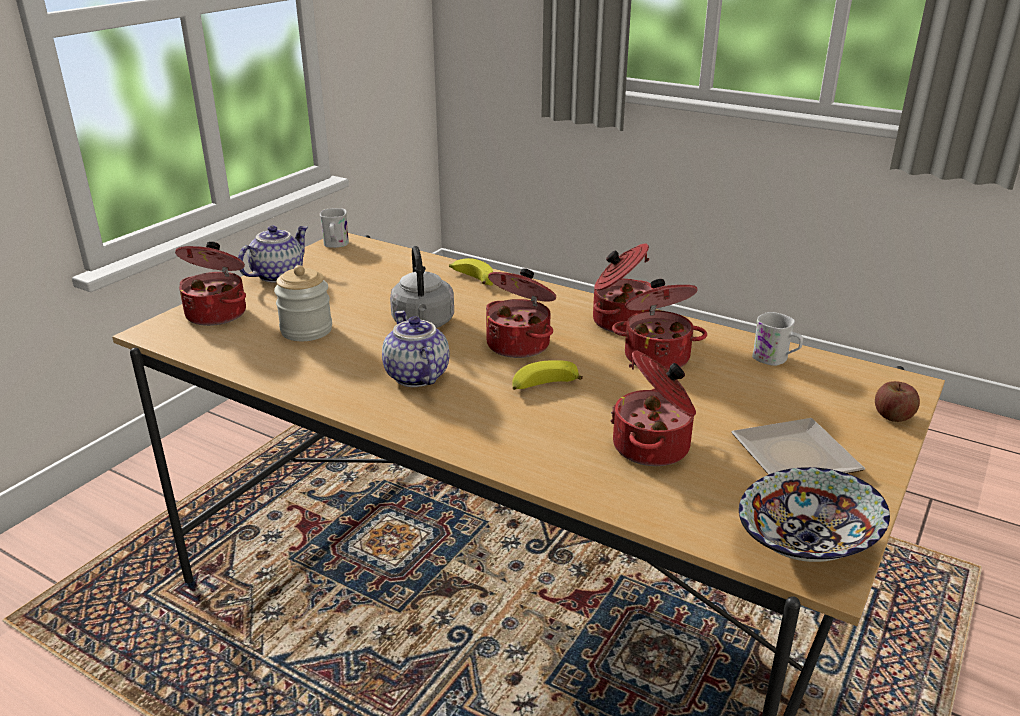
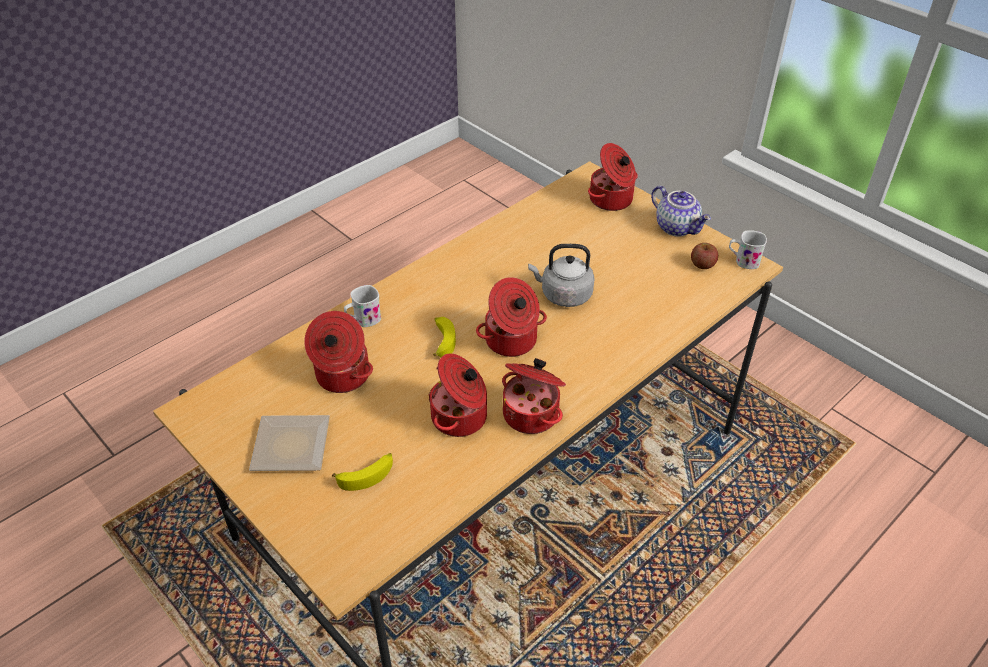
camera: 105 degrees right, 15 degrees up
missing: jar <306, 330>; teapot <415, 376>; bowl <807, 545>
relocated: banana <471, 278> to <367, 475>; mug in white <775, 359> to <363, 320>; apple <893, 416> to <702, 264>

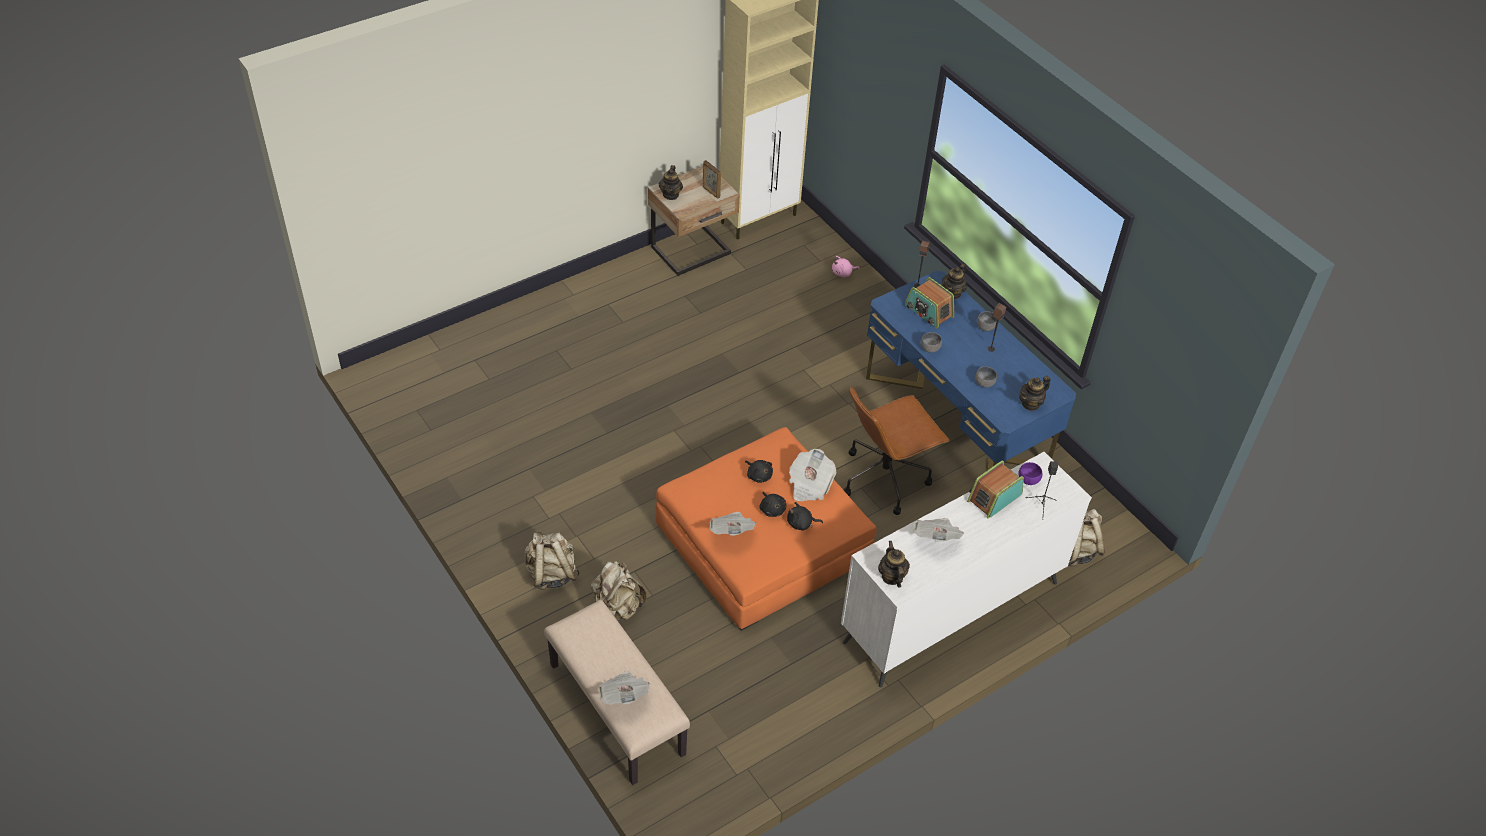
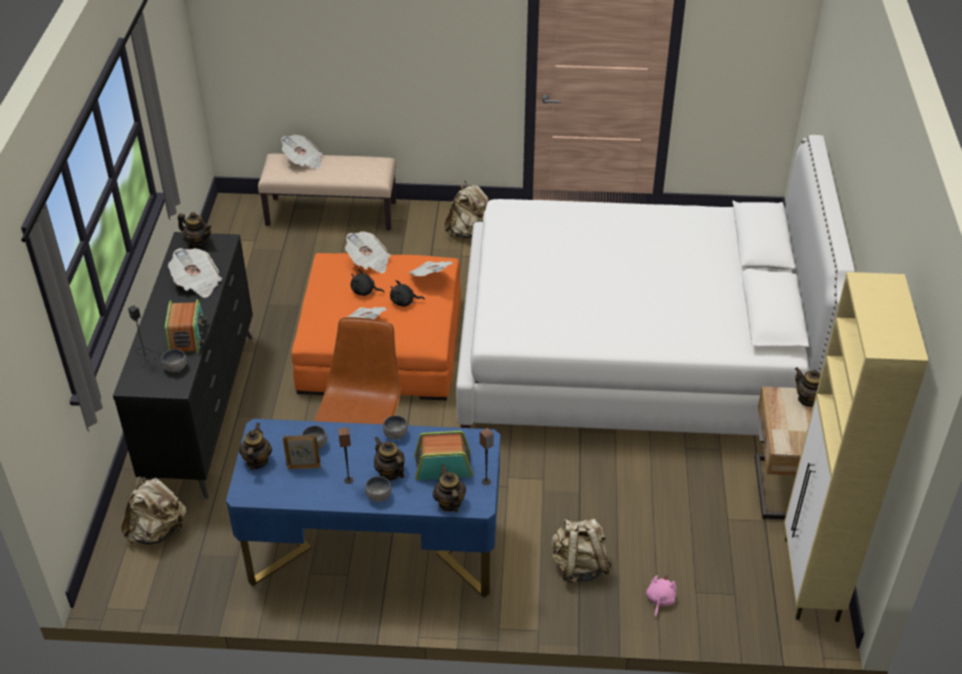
camera: 130 degrees right, 5 degrees down
missing: plush toy in black <801, 523>
appeared: bed in white <632, 355>; newspaper <430, 277>; teapot <390, 472>
relocated: picture frame <711, 192> to <303, 466>; backpack in beige <617, 608> to <579, 565>
colour: dresser in white <950, 612> to dresser in black <203, 411>; bowl in purple <1027, 480> to bowl in grey <176, 367>

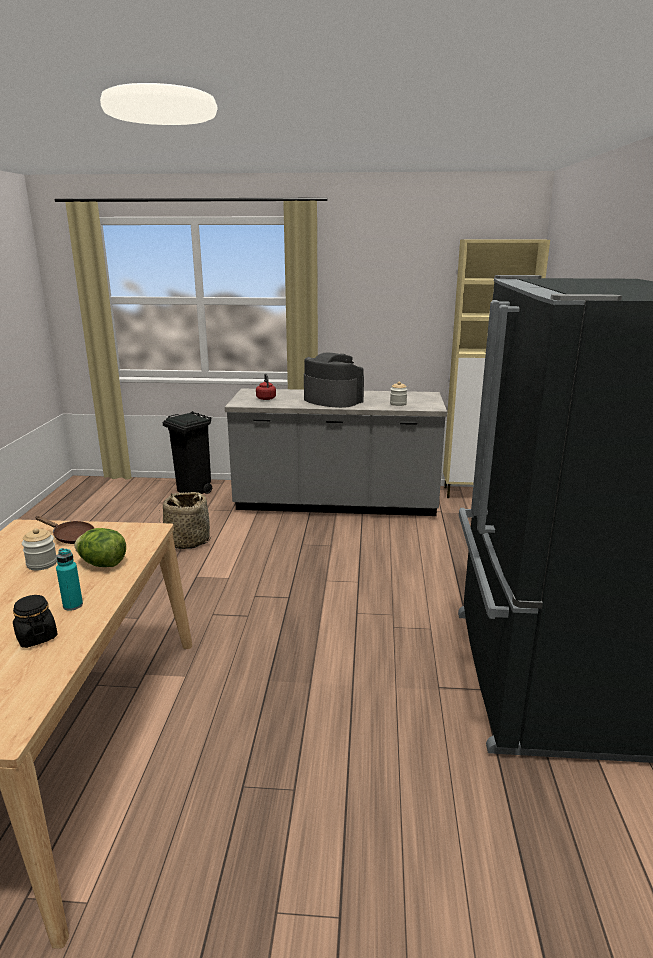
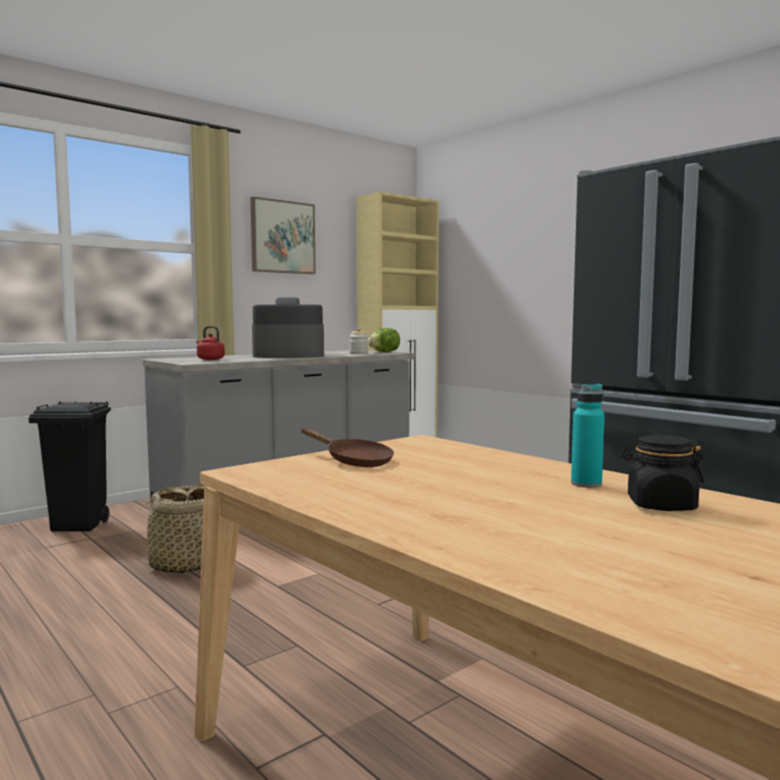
camera: 45 degrees left, 15 degrees down
missing: jar <42, 563>
appeared: picture <282, 237>
relocated: lettuce <103, 564> to <384, 352>
spun: frying pan in brown <71, 537> = <354, 461> 60 degrees clockwise

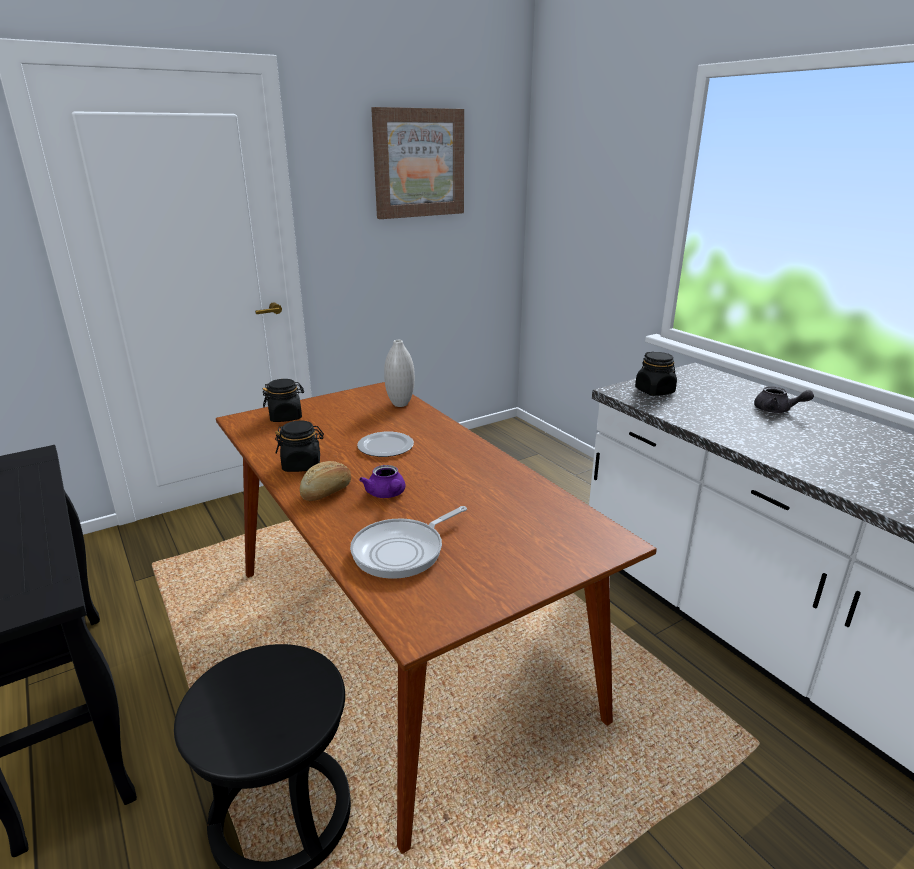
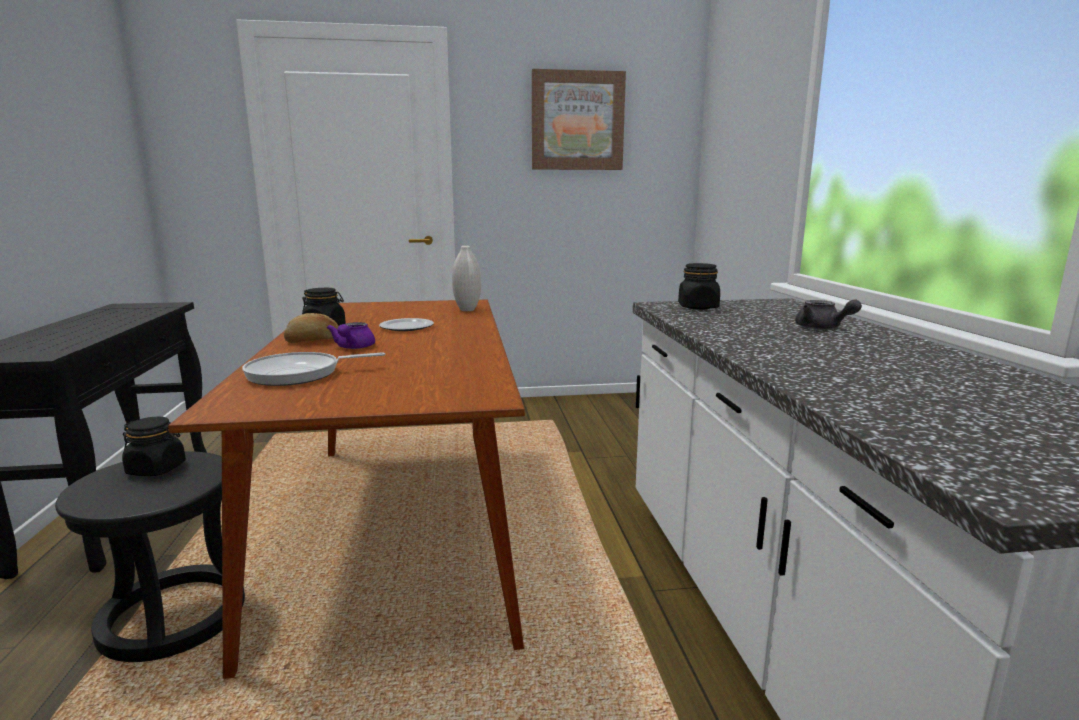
camera: 25 degrees right, 10 degrees down
relocated: jar in black <286, 417> to <157, 469>

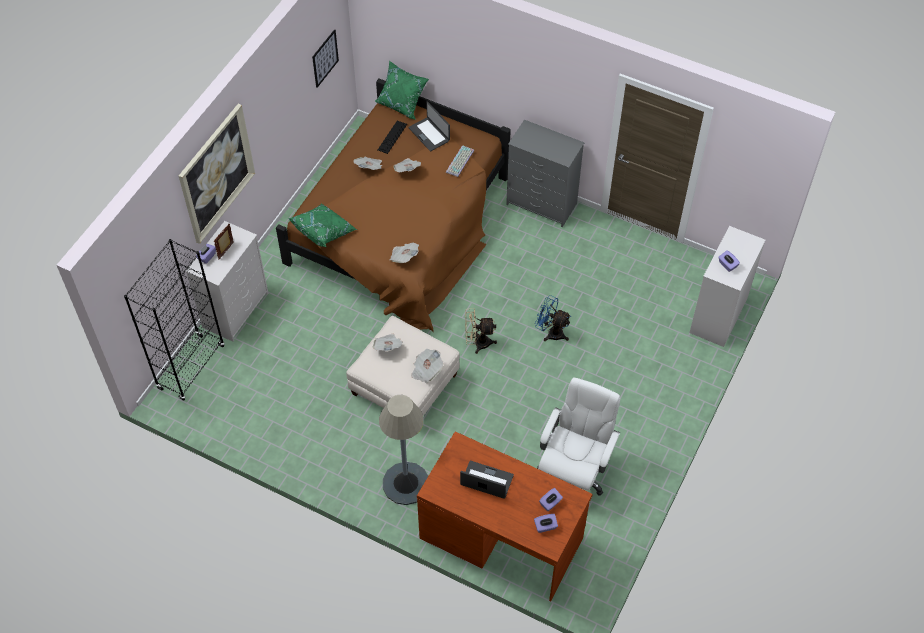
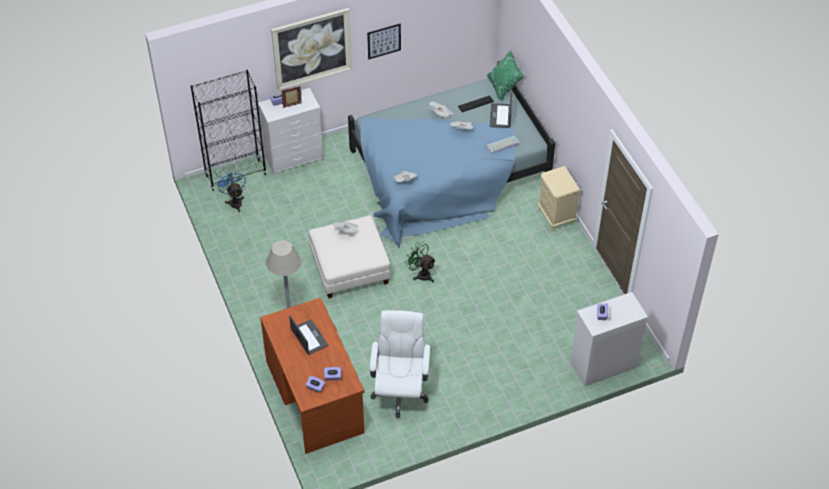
camera: 40 degrees right, 5 degrees down
missing: pillow in green <324, 231>; newspaper <426, 370>
relocated: picture <325, 58> to <384, 41>; fan in blue <551, 332> to <235, 201>
exchanged: dresser in grey <542, 204> to nightstand in beige <556, 216>
colour: bed in brown <401, 226> to bed in blue <446, 172>; fan in beige <478, 343> to fan in green <421, 274>
spun: office chair in white <573, 471> = <400, 391> 60 degrees counterclockwise

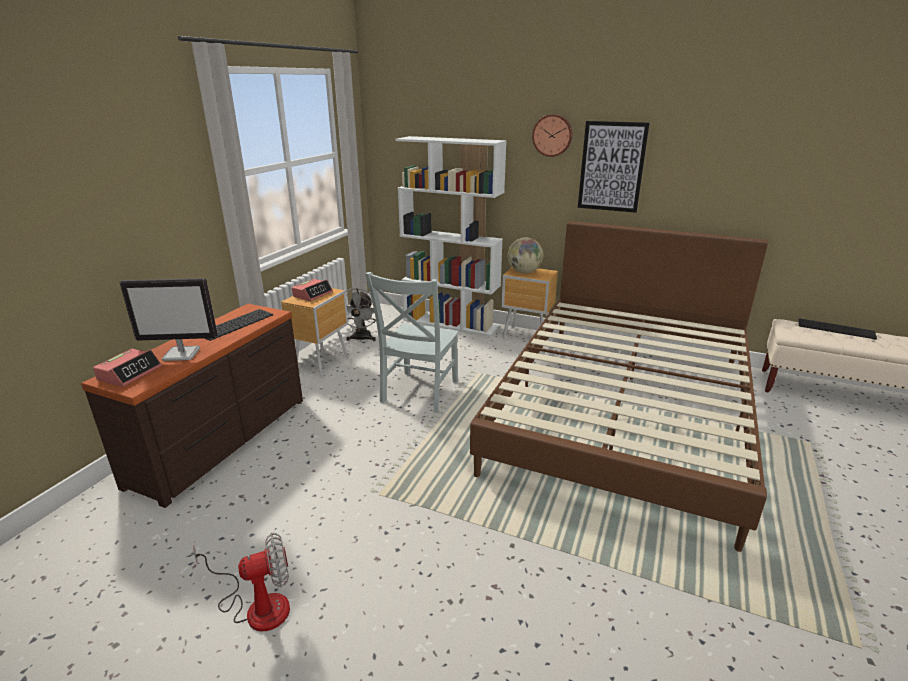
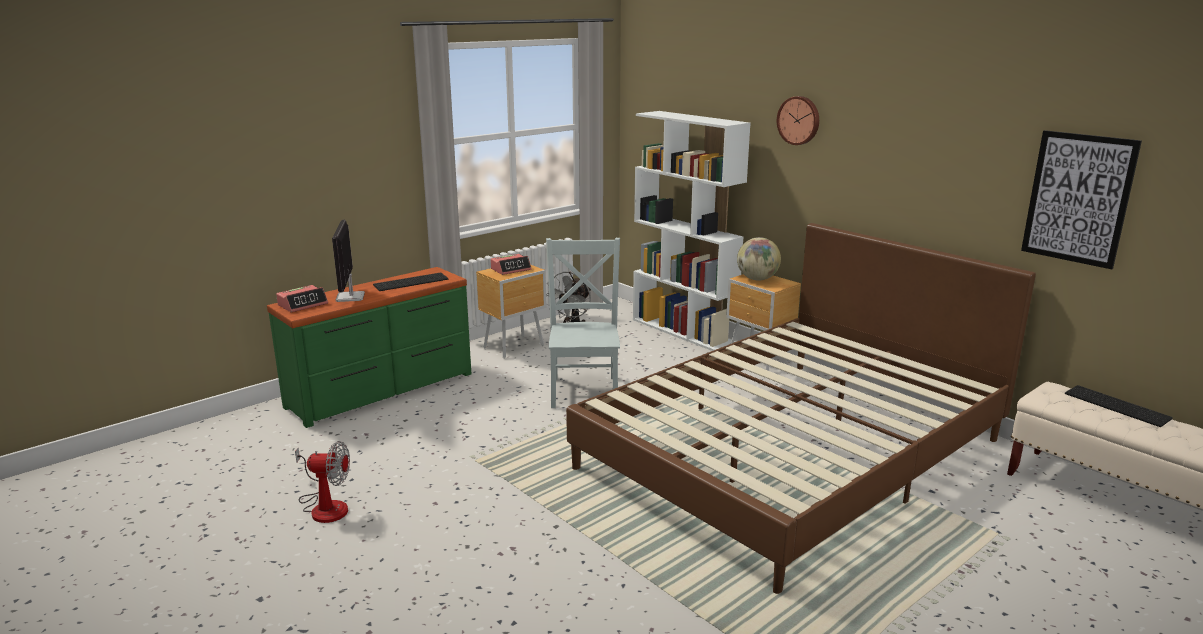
camera: 25 degrees right, 5 degrees down
relocated: picture <611, 167> to <1078, 198>
colour: dresser in brown <223, 440> to dresser in green <382, 391>
spun: chair in grey <418, 393> = <585, 390> 135 degrees clockwise; monitor <182, 354> = <350, 297> 60 degrees clockwise

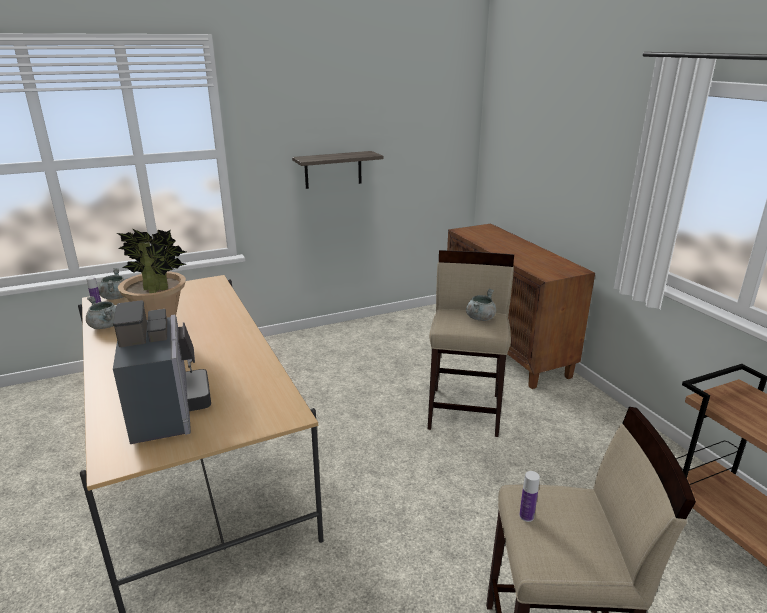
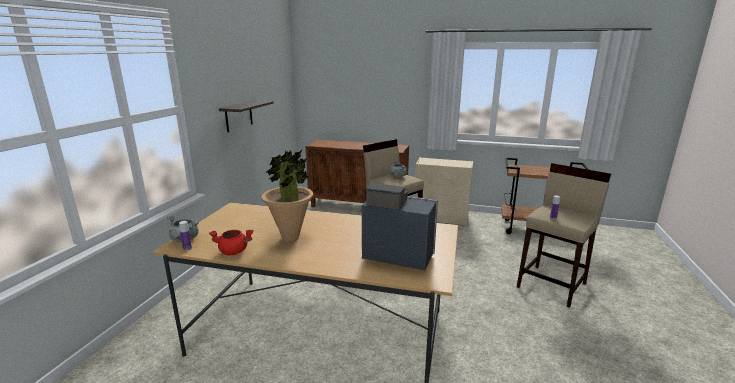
camera: 50 degrees left, 5 degrees down
appeared: dresser in beige <441, 218>
colour: cooking pot in grey <106, 326> to cooking pot in red <234, 251>

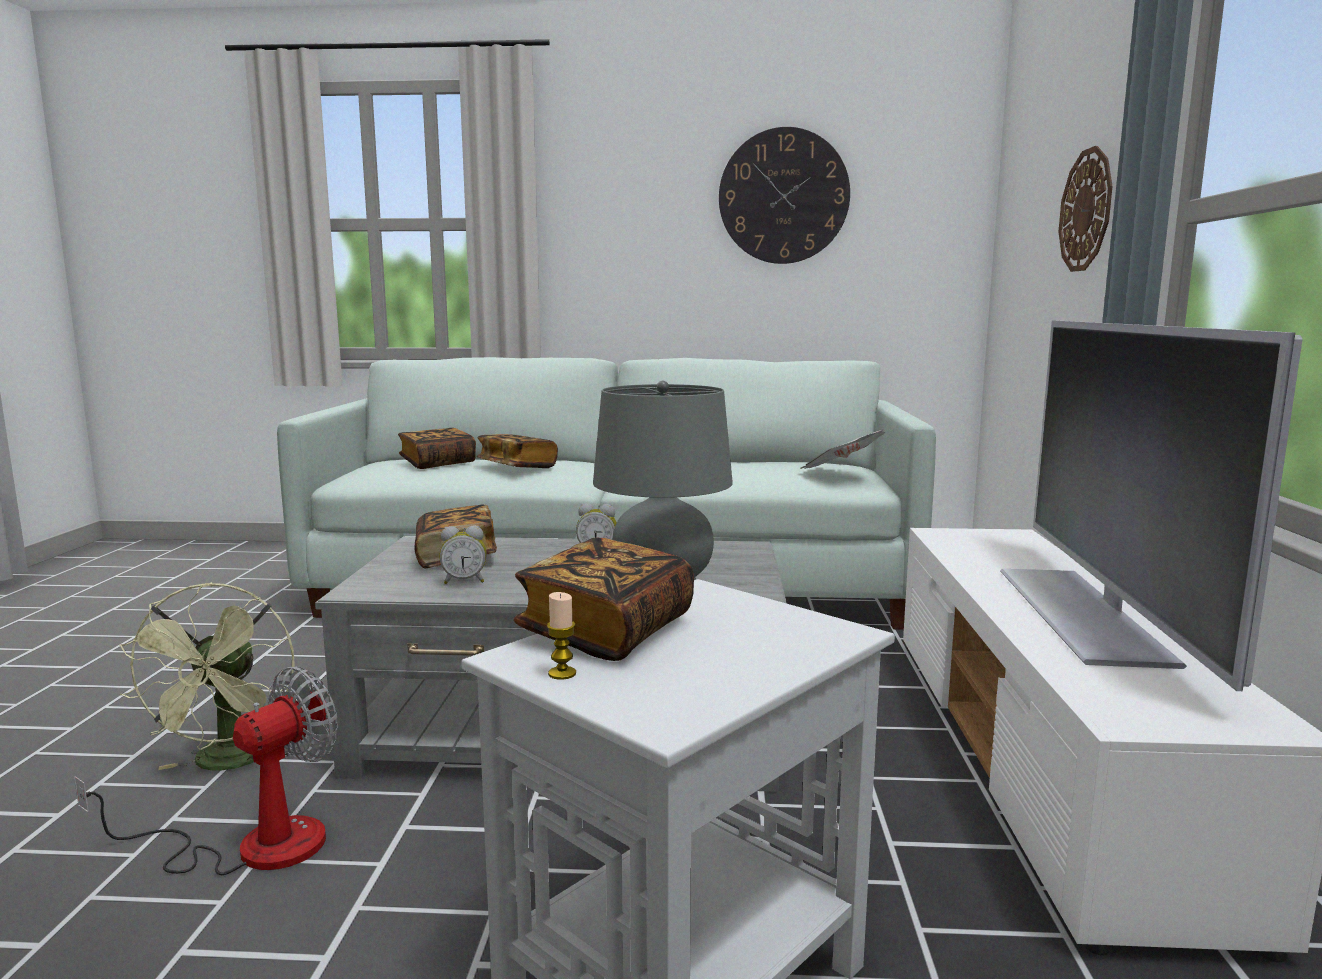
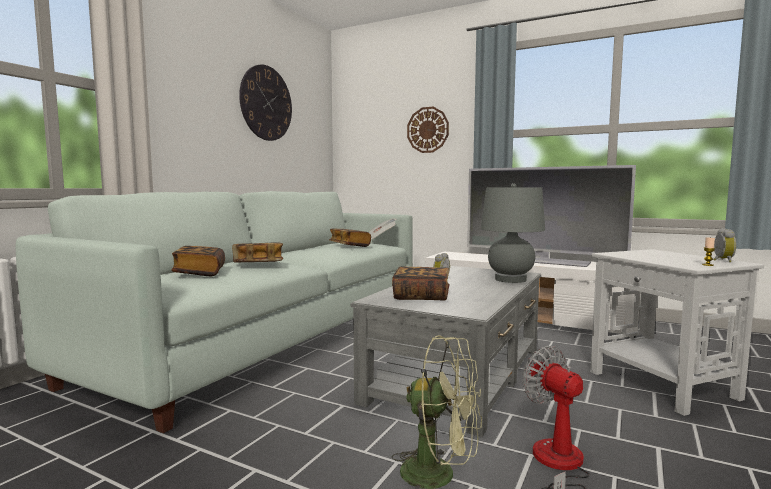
camera: 65 degrees left, 5 degrees down
relocated: alarm clock <464, 581> to <721, 260>; book <607, 631> to <349, 246>

